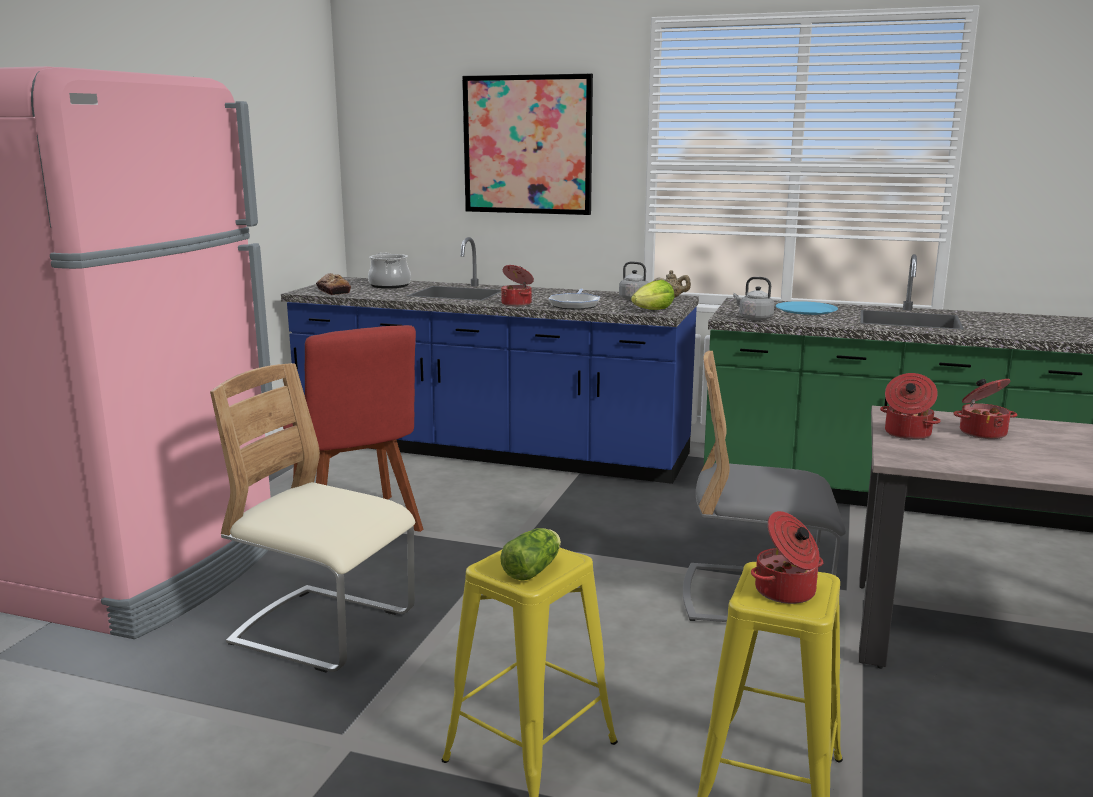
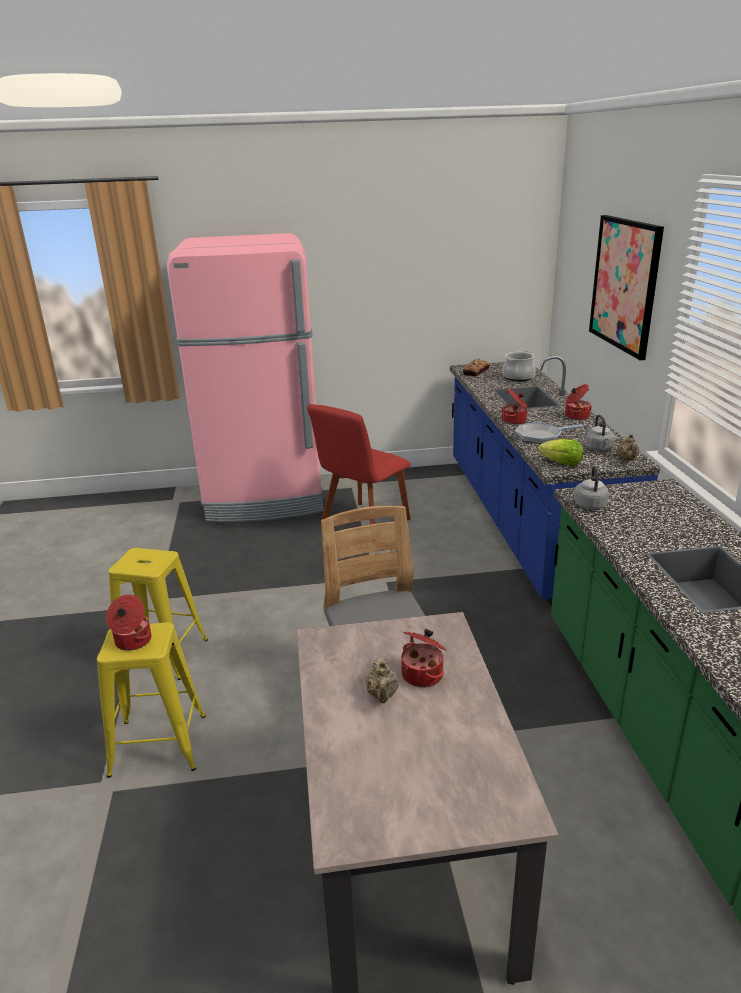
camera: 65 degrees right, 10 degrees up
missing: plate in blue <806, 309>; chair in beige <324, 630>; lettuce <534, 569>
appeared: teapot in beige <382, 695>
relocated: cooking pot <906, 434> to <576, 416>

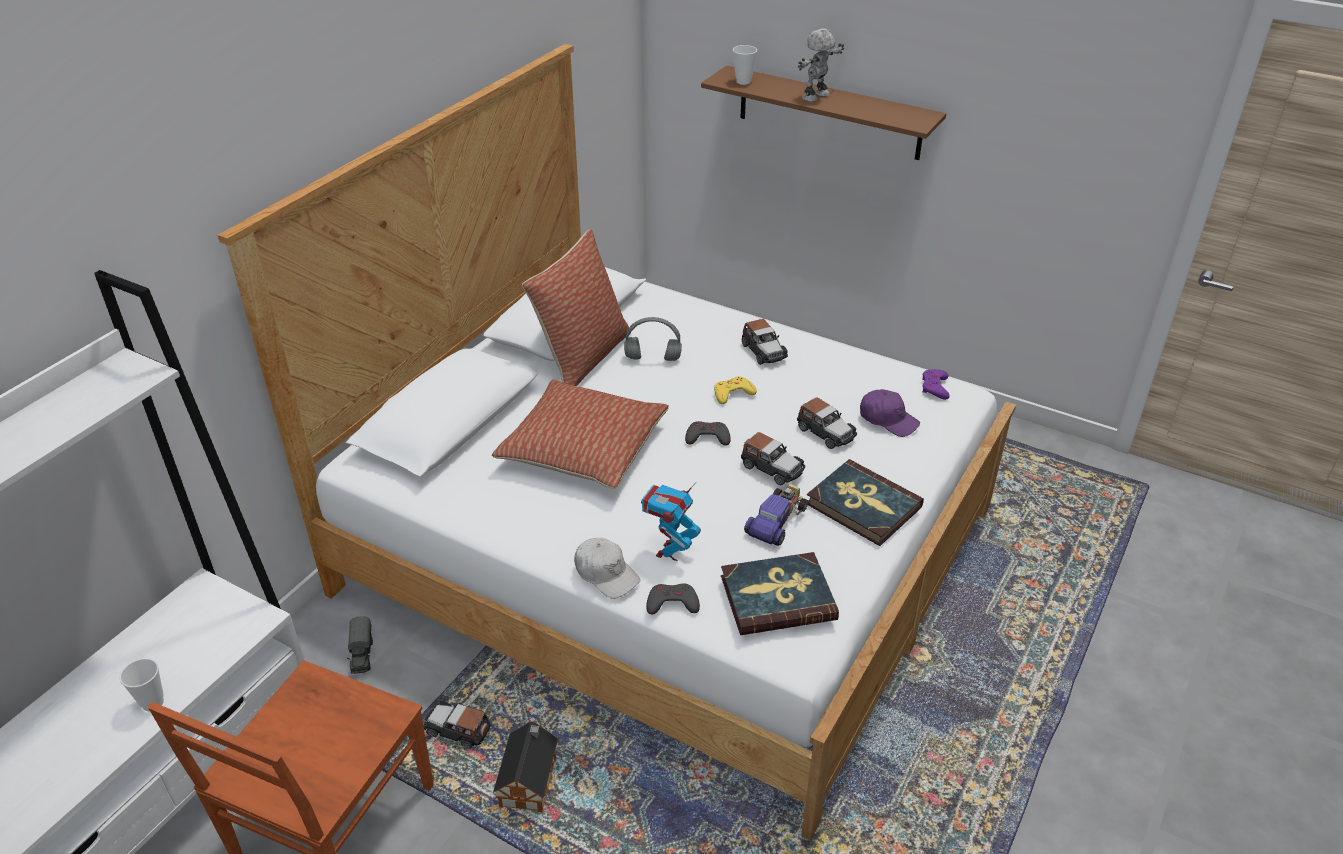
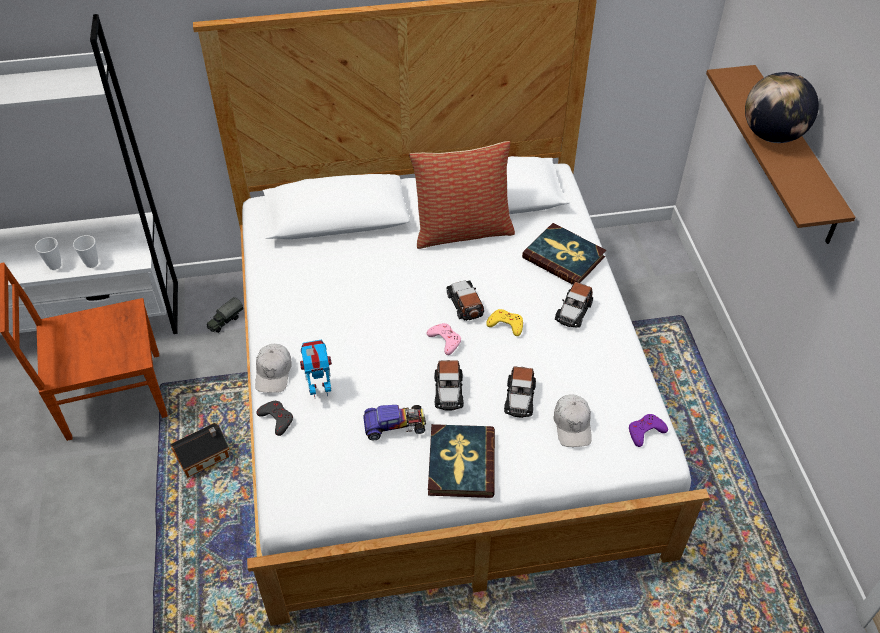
camera: 50 degrees right, 10 degrees up
missing: headphones in grey <652, 358>; pillow <583, 449>
relocated: cup <743, 81> to <92, 263>; book <777, 597> to <564, 257>; toy car <458, 729> to <465, 304>
exchanged: toy robot <816, 97> to globe <772, 135>
colour: cap in purple <888, 419> to cap in white <572, 425>; game controller in grey <707, 437> to game controller in pink <445, 340>

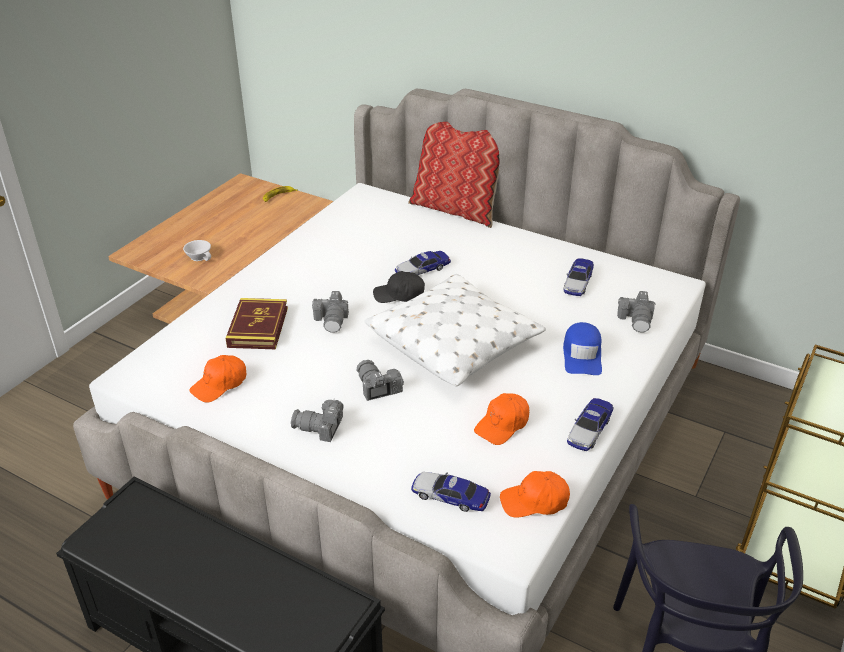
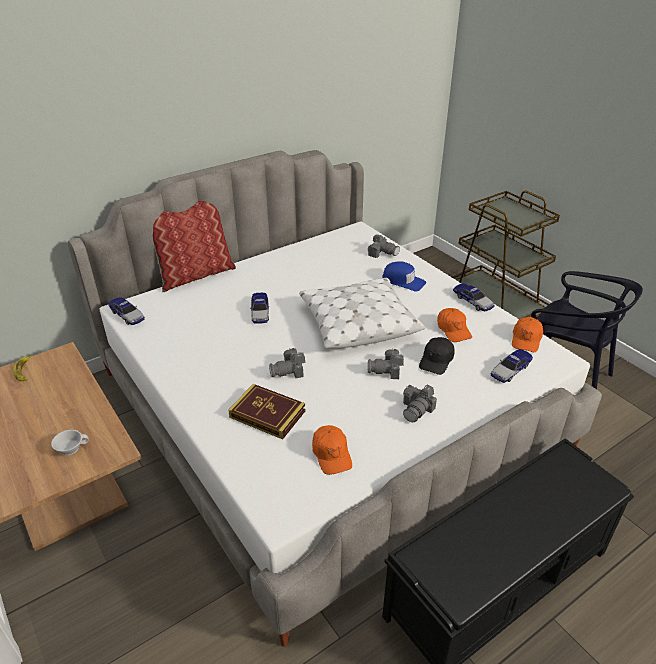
camera: 65 degrees left, 0 degrees up
relocated: toy car <578, 282> to <127, 315>; cap in black <399, 295> to <436, 360>
spun: photo camera <332, 320> = <289, 371> 135 degrees clockwise

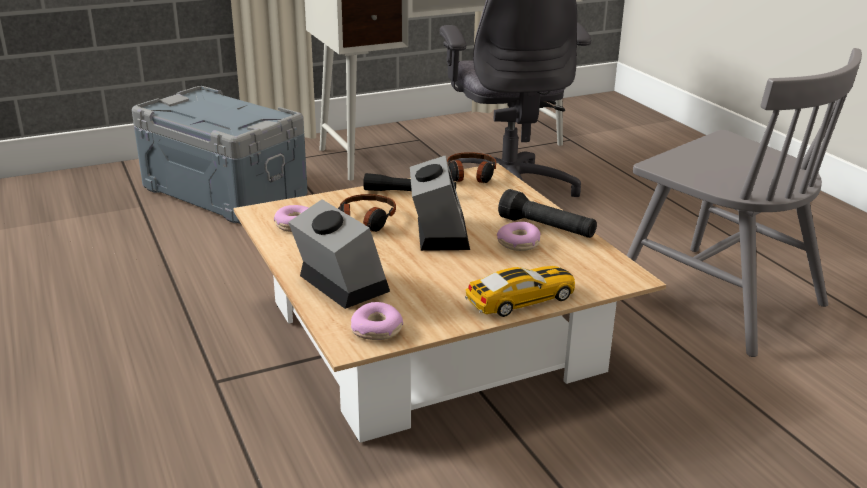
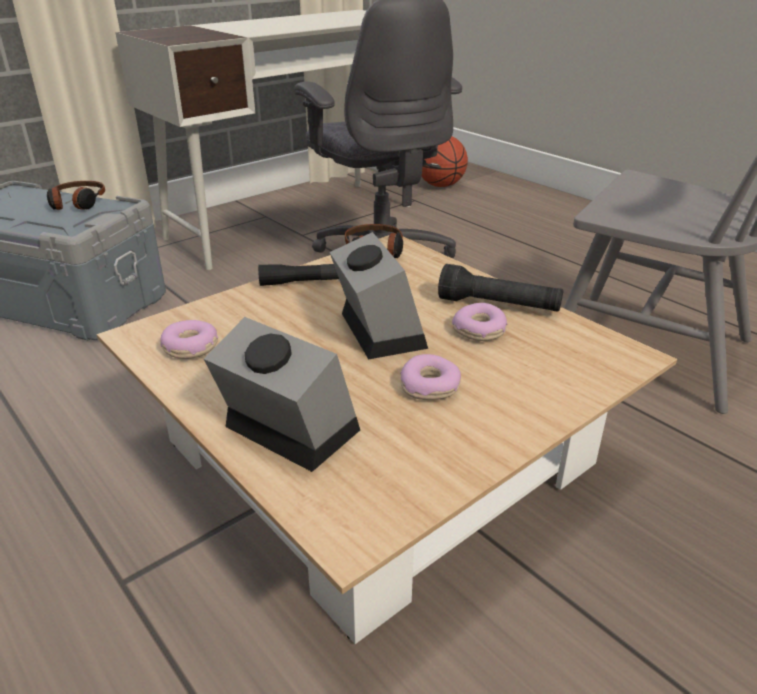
camera: 15 degrees left, 5 degrees up
missing: toy car <521, 299>
appeared: basketball <440, 185>
relocated: headphones <365, 221> to <77, 203>; donut <377, 329> to <430, 386>

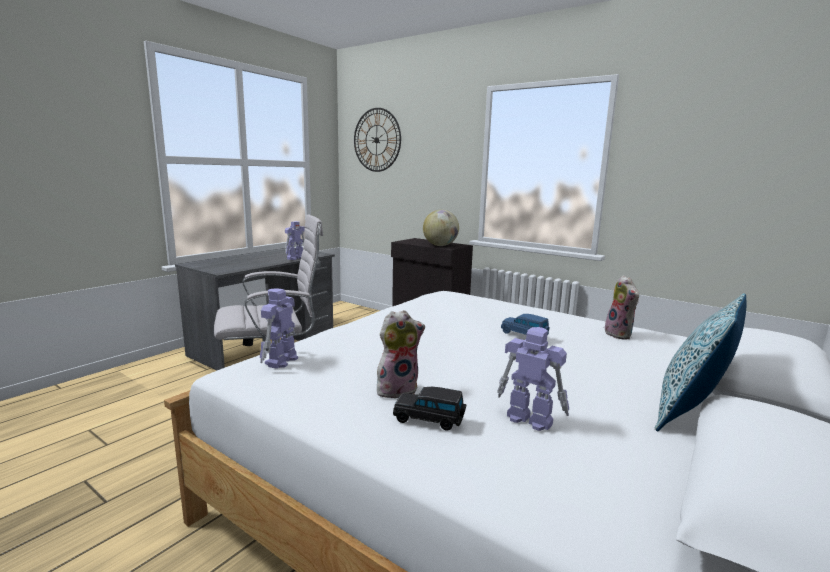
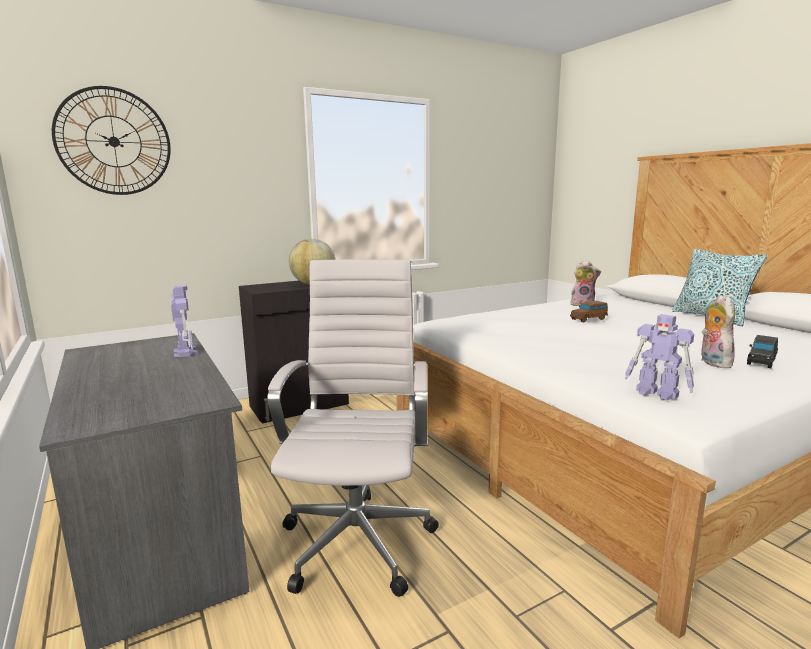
camera: 65 degrees left, 0 degrees up
missing: toy robot <528, 419>
colour: toy car in blue <524, 335> to toy car in brown <589, 319>

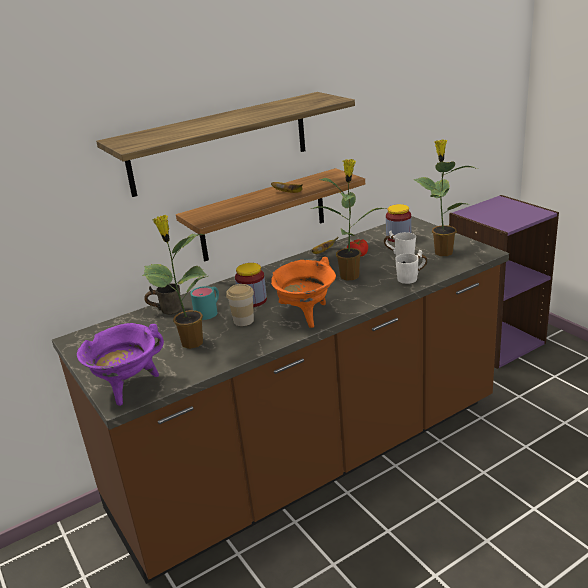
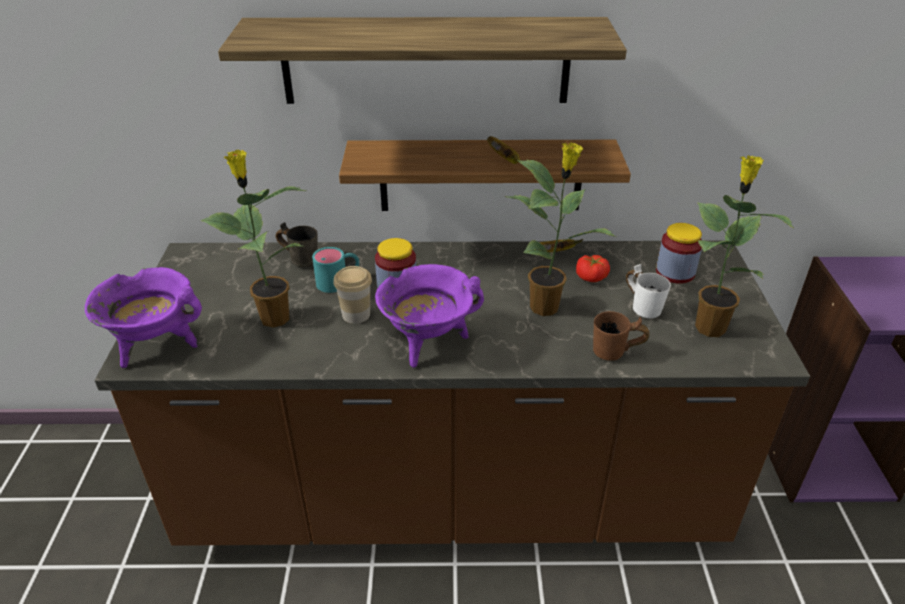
camera: 30 degrees right, 10 degrees up
colour: mug in white <412, 280> to mug in brown <615, 355>; cooking pot in orange <306, 315> to cooking pot in purple <428, 343>

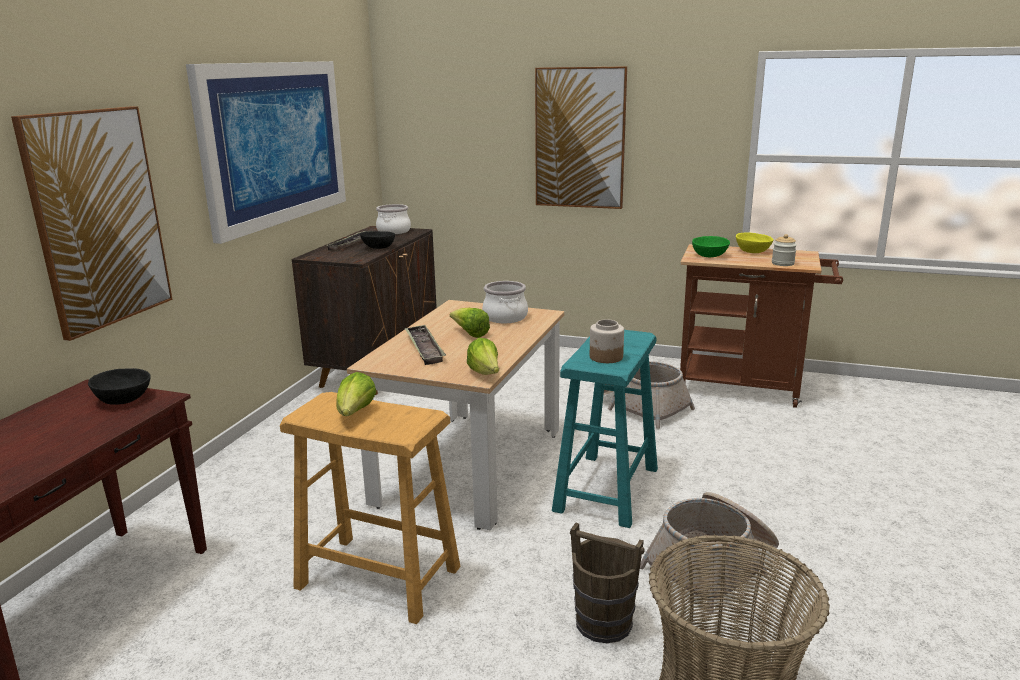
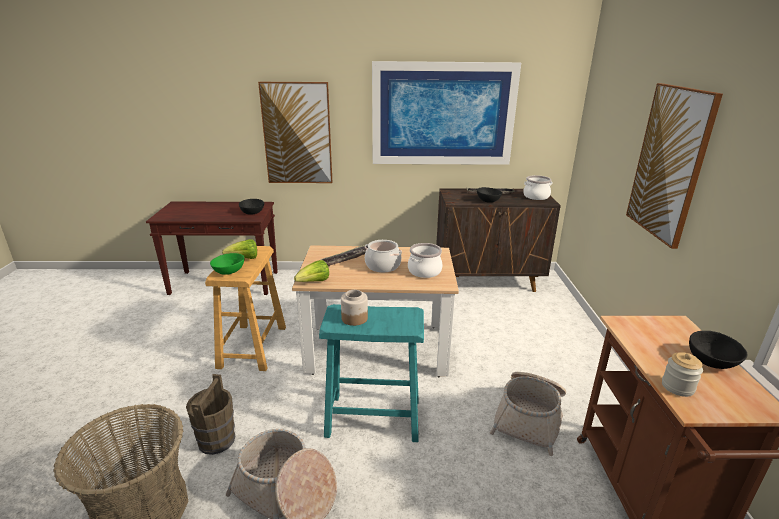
camera: 70 degrees right, 5 degrees up
relocated: bowl in green <709, 255> to <229, 271>
exchanged: lettuce <470, 334> to cooking pot <382, 266>
colour: bowl in yellow <752, 251> to bowl in black <710, 361>

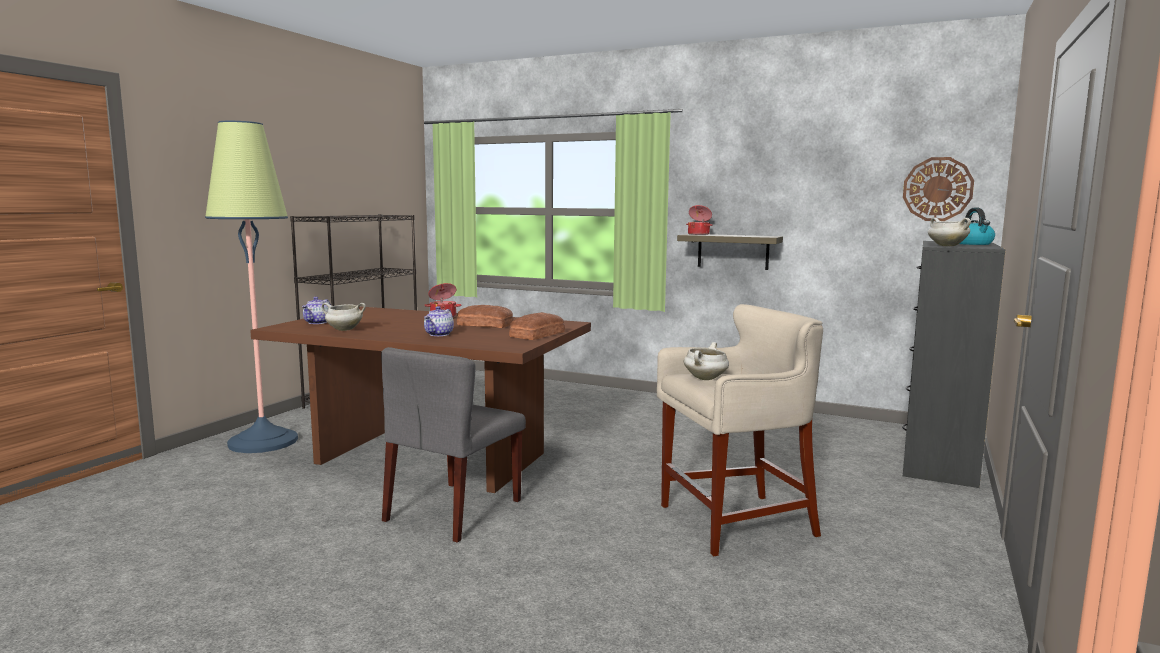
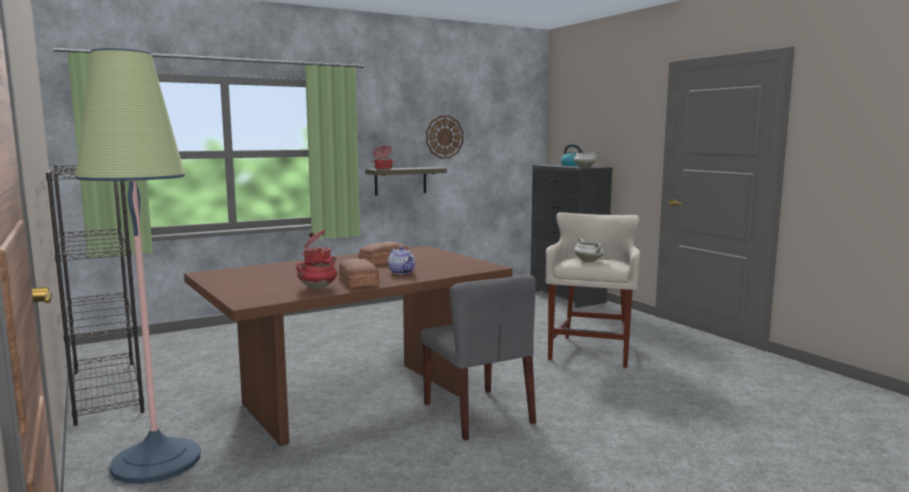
camera: 55 degrees left, 0 degrees up
missing: teapot <317, 322>
relocated: wall clock <937, 189> to <444, 137>; bread <536, 335> to <357, 281>
colour: cooking pot in white <344, 330> to cooking pot in red <317, 288>

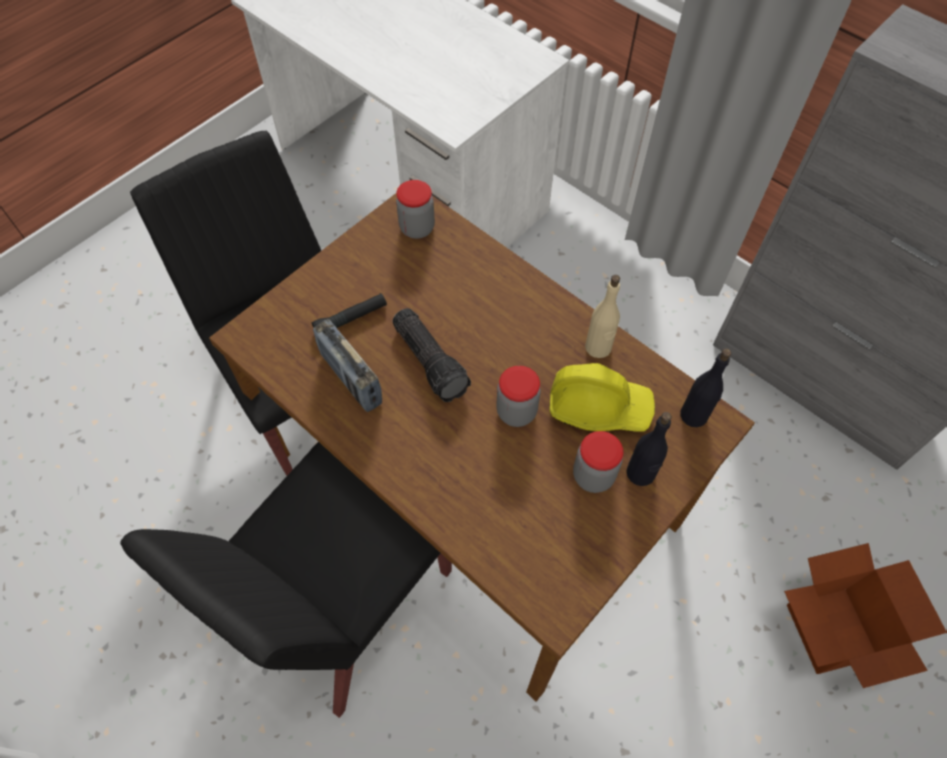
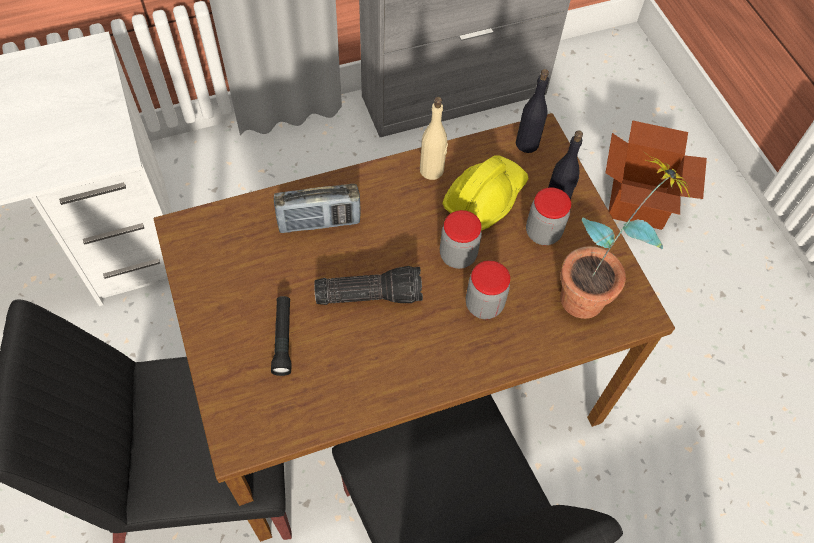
camera: 65 degrees left, 0 degrees up
appeared: potted plant <593, 292>
relocated: jar <417, 228> to <484, 304>; radio <351, 379> to <319, 222>

